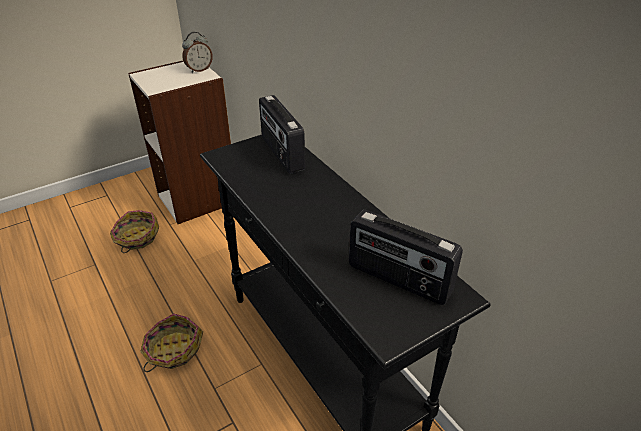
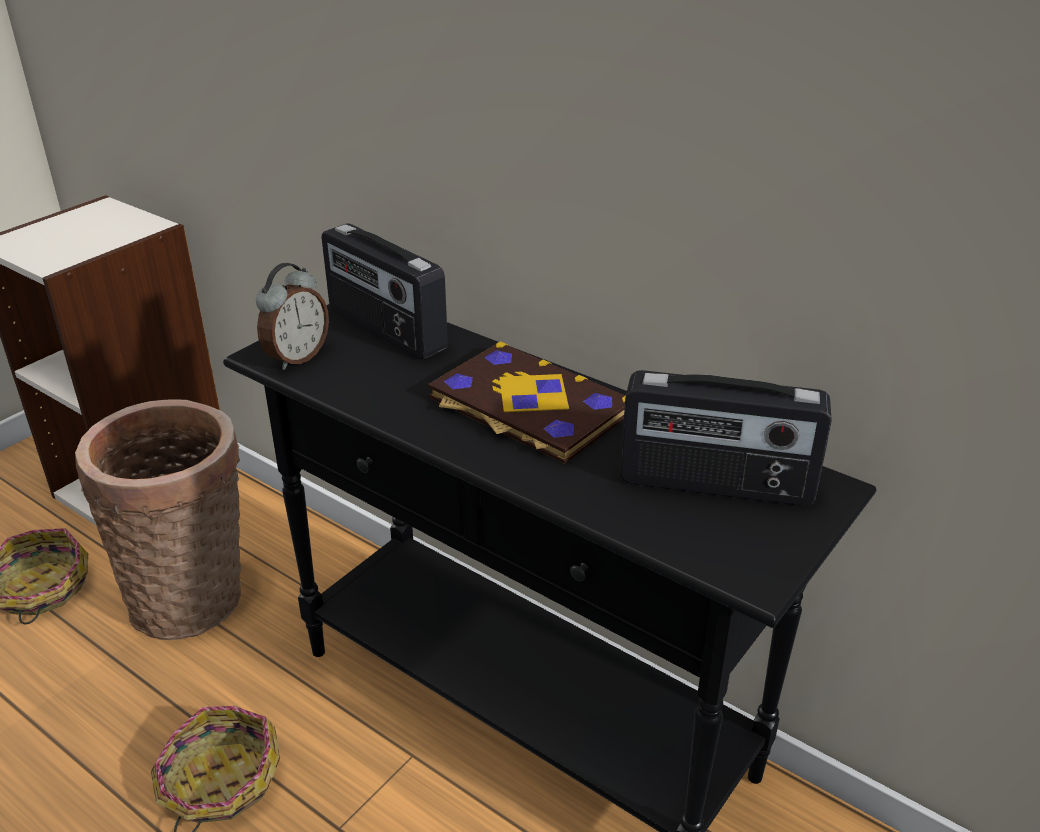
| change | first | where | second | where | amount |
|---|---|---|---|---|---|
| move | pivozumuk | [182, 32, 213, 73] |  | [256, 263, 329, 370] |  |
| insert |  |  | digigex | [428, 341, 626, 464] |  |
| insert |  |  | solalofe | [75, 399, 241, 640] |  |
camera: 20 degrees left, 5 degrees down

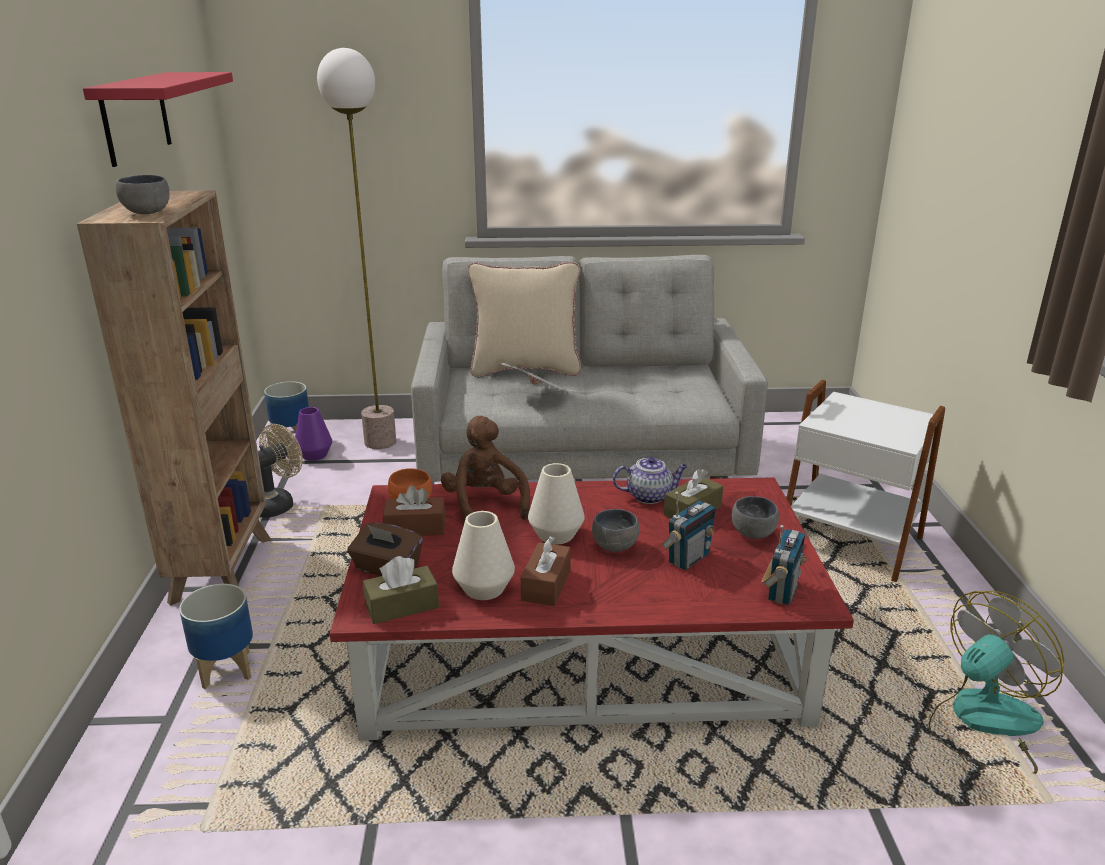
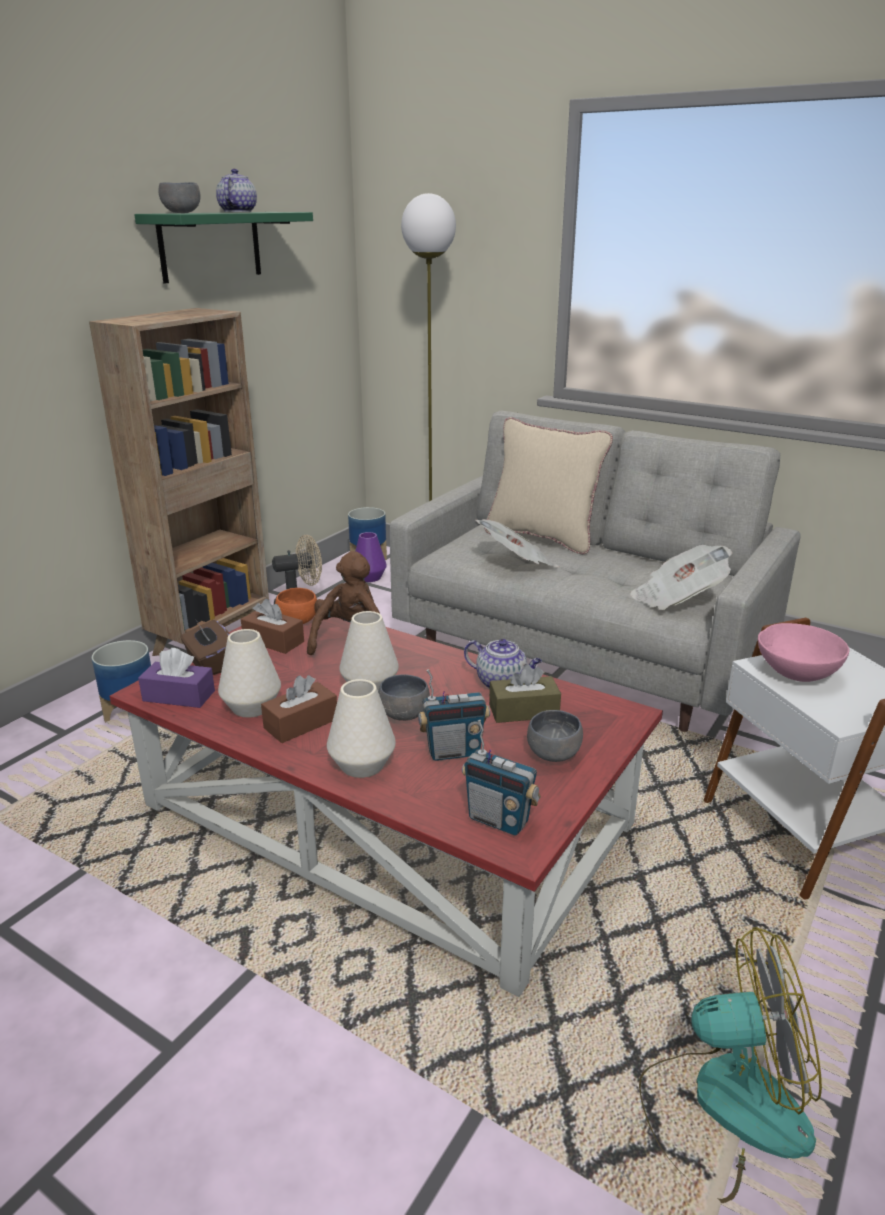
| change | first | where | second | where | amount |
|---|---|---|---|---|---|
| recolor | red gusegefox | [83, 72, 233, 167] | green gusegefox | [134, 212, 313, 283] |  |
| move | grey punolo | [116, 175, 170, 214] |  | [158, 182, 201, 213] |  |
| rotate | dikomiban | [761, 525, 807, 605] |  | [462, 720, 541, 836] | 60 degrees clockwise |
| recolor | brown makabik | [363, 556, 439, 624] | purple makabik | [138, 648, 215, 708] |  |
| insert |  |  | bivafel | [216, 169, 257, 212] |  |
| insert |  |  | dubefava | [630, 545, 733, 610] |  |
| insert |  |  | pink punolo | [758, 623, 849, 682] |  |
| insert |  |  | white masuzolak | [327, 679, 396, 778] |  |
camera: 35 degrees right, 0 degrees up

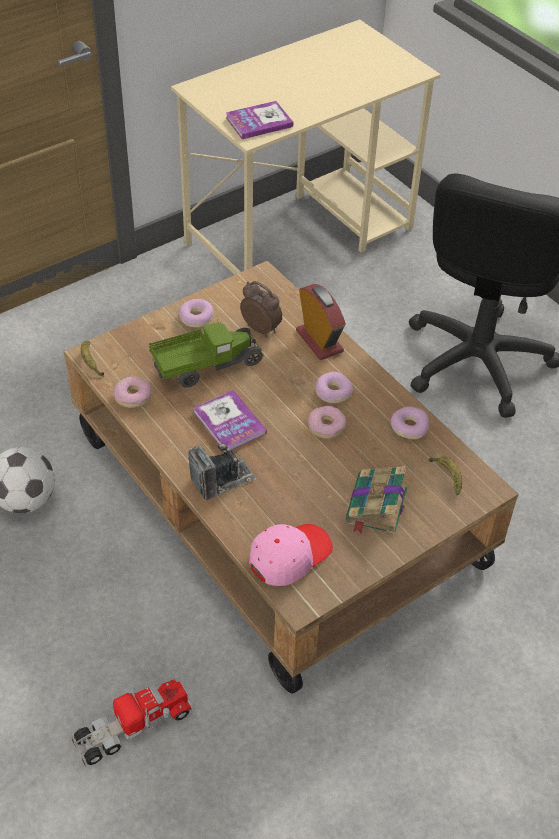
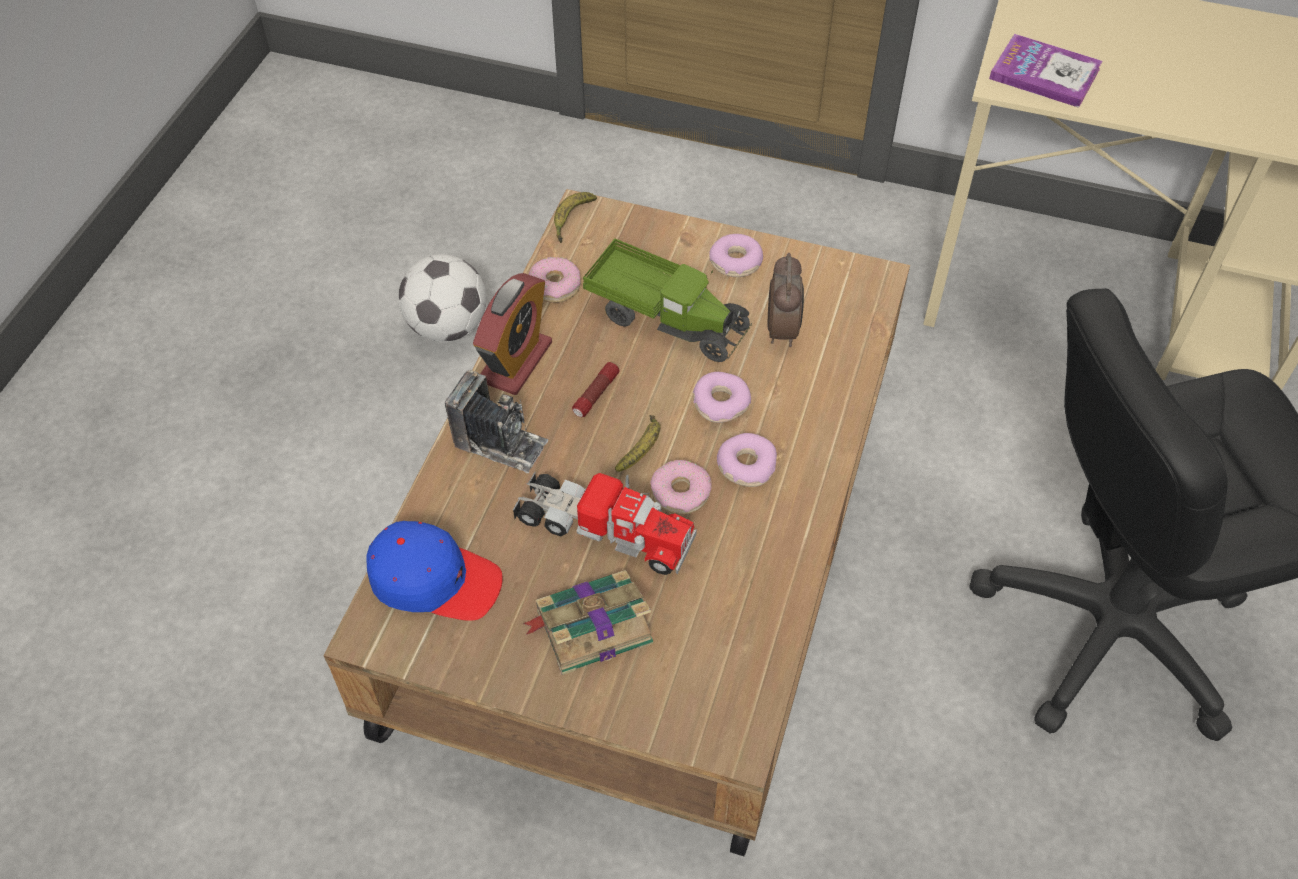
| change | first | where | second | where | amount |
|---|---|---|---|---|---|
| move | pivozumuk | [296, 284, 346, 360] |  | [473, 273, 552, 395] |  |
| replace | digigex | [193, 390, 267, 451] | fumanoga | [572, 362, 619, 417] |  |
| move | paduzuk | [390, 406, 429, 439] |  | [693, 372, 751, 423] |  |
| move | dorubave | [429, 457, 462, 495] |  | [615, 415, 661, 472] |  |
| recolor | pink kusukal | [249, 524, 333, 586] | blue kusukal | [366, 521, 503, 621] |  |
| move | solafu | [71, 680, 193, 767] |  | [513, 472, 697, 575] |  |
camera: 55 degrees right, 5 degrees up

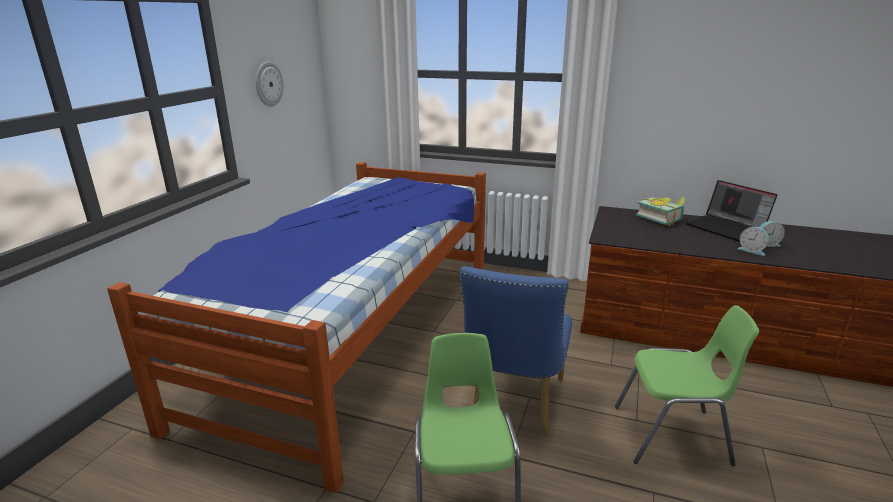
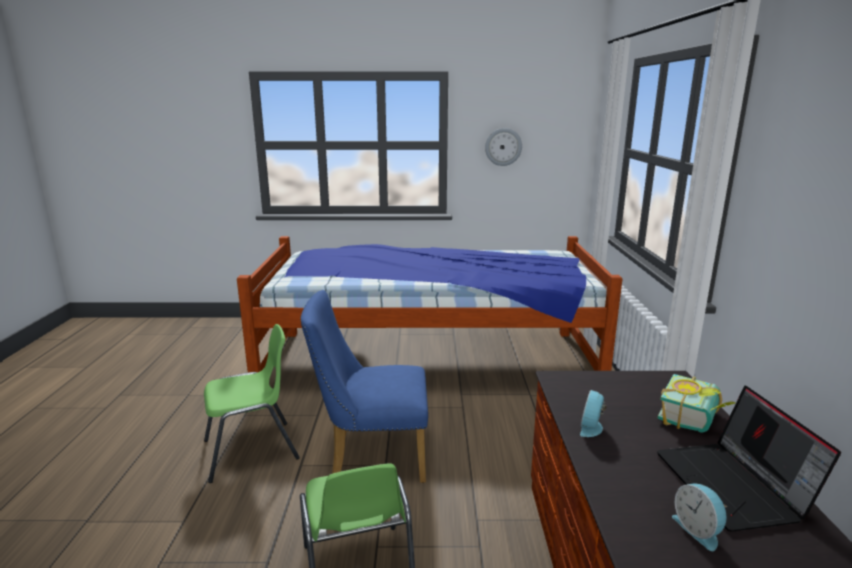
| change | first | where | second | where | amount |
|---|---|---|---|---|---|
| rotate | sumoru | [685, 180, 778, 242] |  | [657, 386, 841, 532] | 45 degrees counterclockwise |
| move | pivozumuk | [737, 227, 769, 256] |  | [580, 390, 606, 437] |  |
camera: 70 degrees right, 5 degrees down

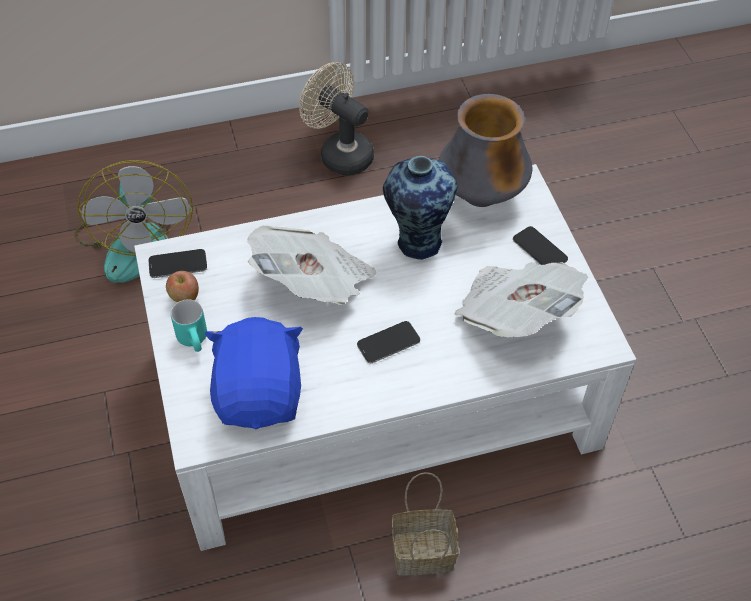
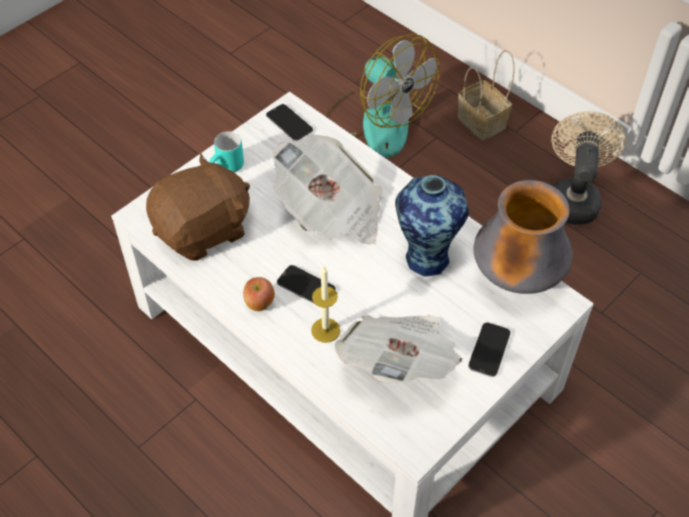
| change | first | where | second | where | amount |
|---|---|---|---|---|---|
| rotate | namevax | [74, 160, 193, 283] |  | [325, 34, 440, 157] | 90 degrees counterclockwise |
| move | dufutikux | [166, 271, 199, 302] |  | [243, 277, 275, 311] |  |
| recolor | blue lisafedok | [204, 317, 303, 430] | brown lisafedok | [146, 153, 250, 261] |  |
| move | solalofe | [392, 472, 459, 576] |  | [458, 50, 515, 140] |  |
| insert |  |  | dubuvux | [311, 266, 340, 343] |  |
camera: 60 degrees right, 0 degrees up

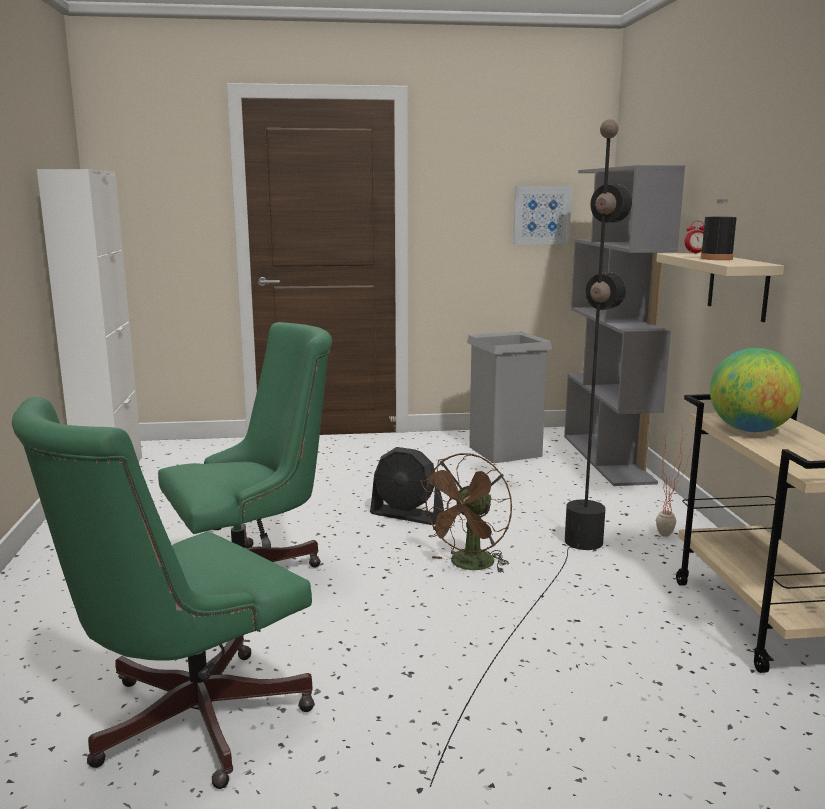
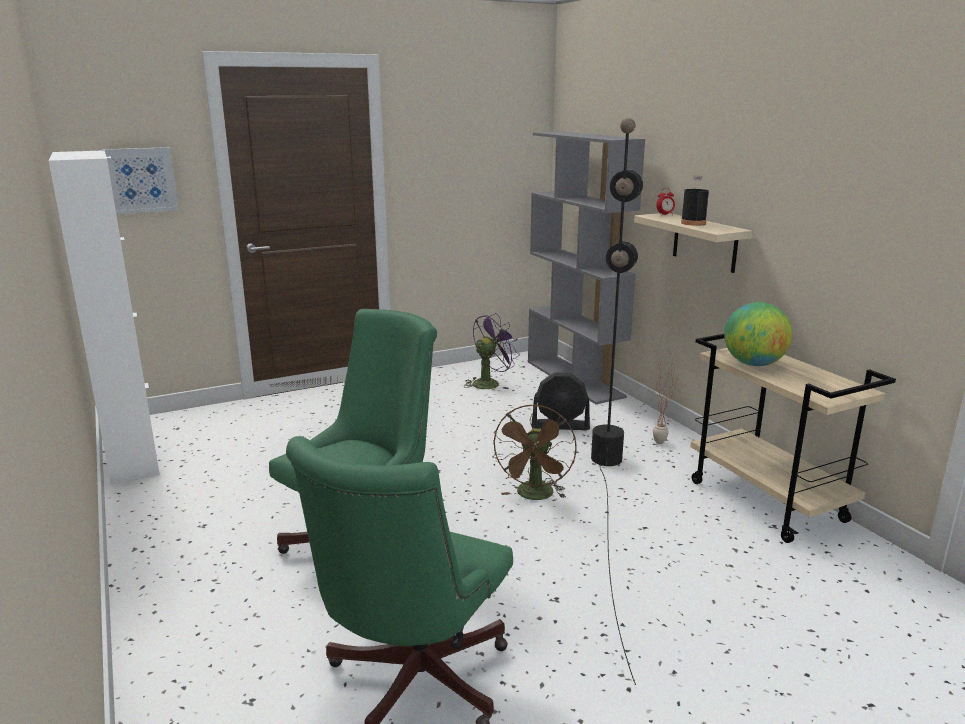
| change | first | where | second | where | amount |
|---|---|---|---|---|---|
| move | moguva | [513, 186, 572, 245] |  | [101, 147, 179, 214] |  |
| replace | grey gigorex | [467, 331, 552, 463] | purple namevax | [465, 313, 520, 389] |  |
| move | black namevax | [370, 447, 444, 525] |  | [532, 372, 590, 430] |  |
camera: 20 degrees left, 5 degrees up

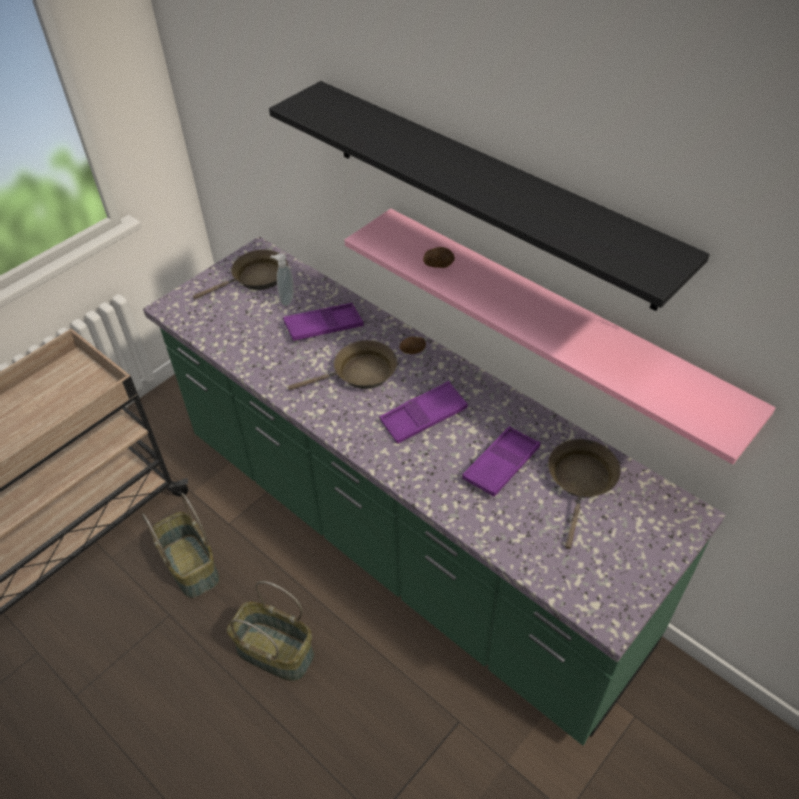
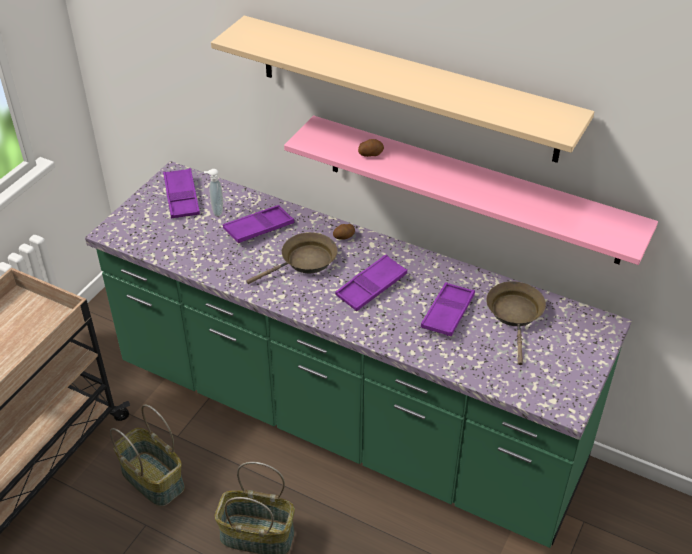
| change | first | where | second | where | amount |
|---|---|---|---|---|---|
| recolor | black gusegefox | [269, 81, 710, 311] | beige gusegefox | [211, 16, 594, 163] |  |
| replace | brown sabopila | [193, 250, 288, 300] | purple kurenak | [163, 168, 200, 219] |  |
camera: 15 degrees left, 5 degrees down

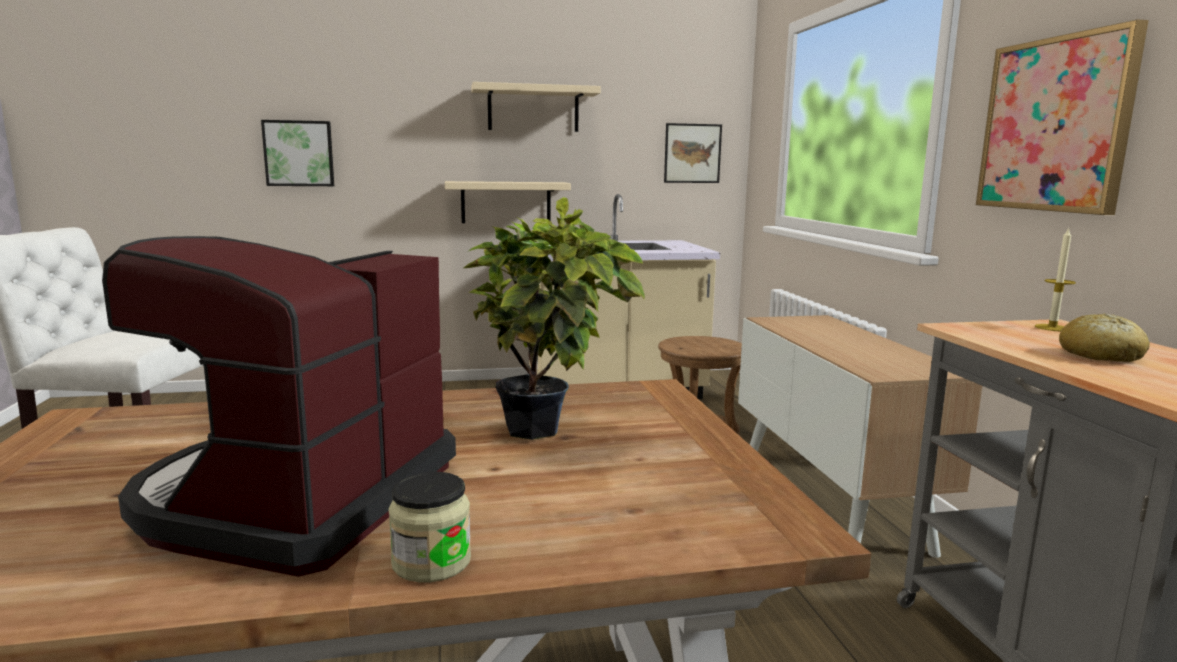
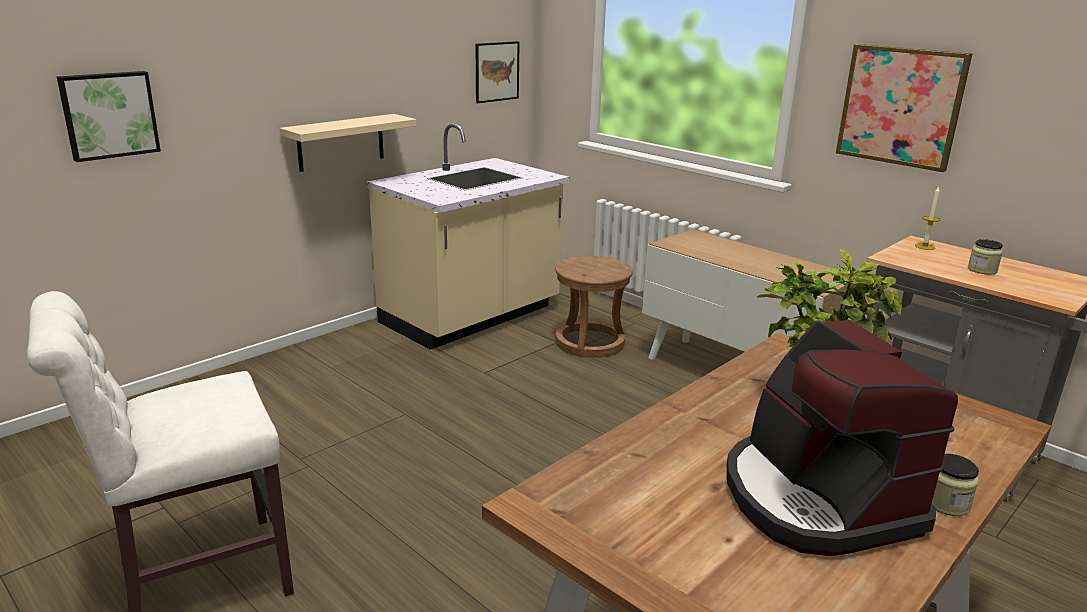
| change | first | where | second | where | amount |
|---|---|---|---|---|---|
| delete | beige gusegefox | [471, 82, 601, 132] |  |  |  |
| replace | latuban | [1059, 313, 1150, 362] | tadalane | [968, 239, 1003, 275] |  |
camera: 35 degrees left, 10 degrees up

